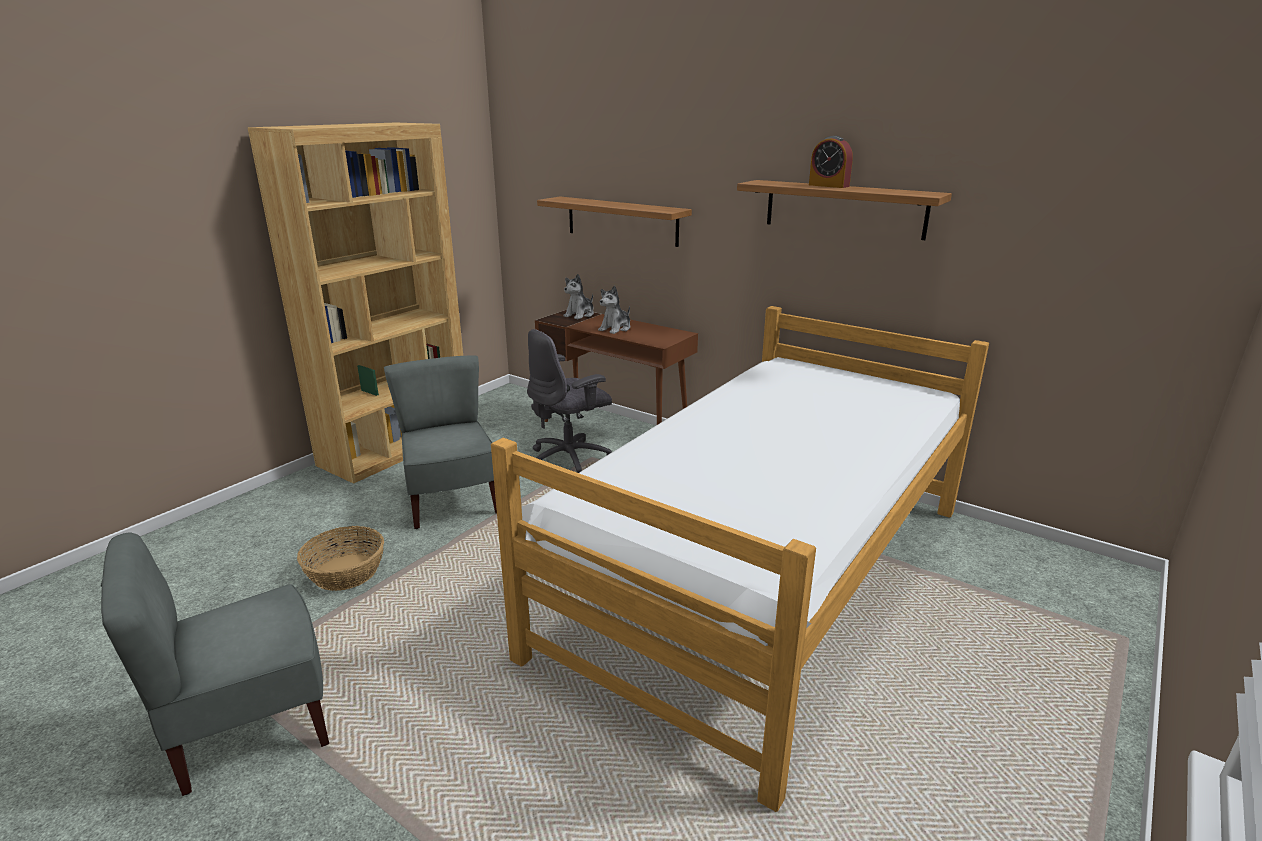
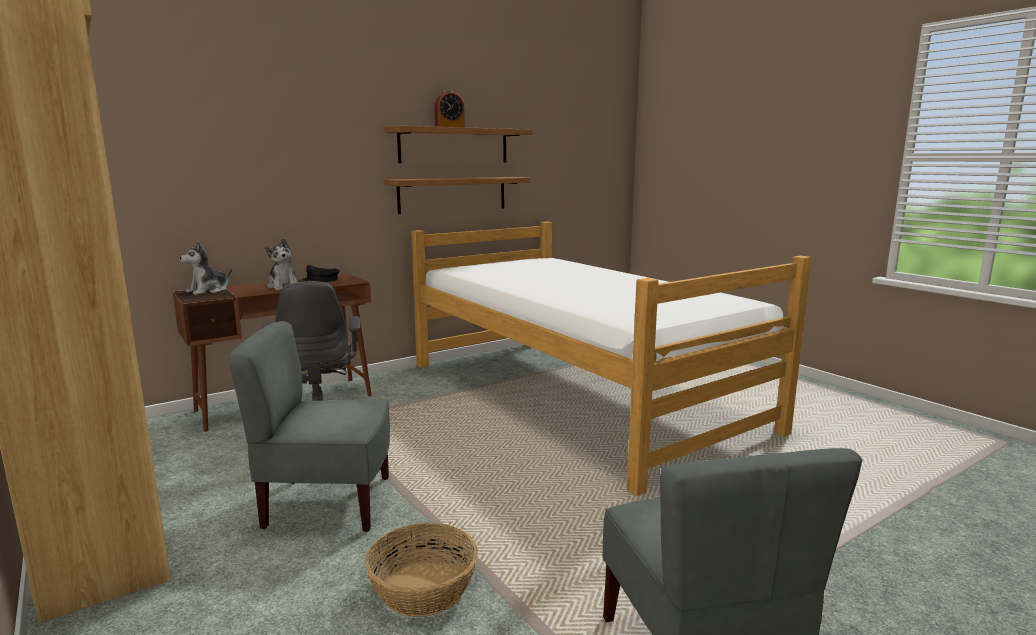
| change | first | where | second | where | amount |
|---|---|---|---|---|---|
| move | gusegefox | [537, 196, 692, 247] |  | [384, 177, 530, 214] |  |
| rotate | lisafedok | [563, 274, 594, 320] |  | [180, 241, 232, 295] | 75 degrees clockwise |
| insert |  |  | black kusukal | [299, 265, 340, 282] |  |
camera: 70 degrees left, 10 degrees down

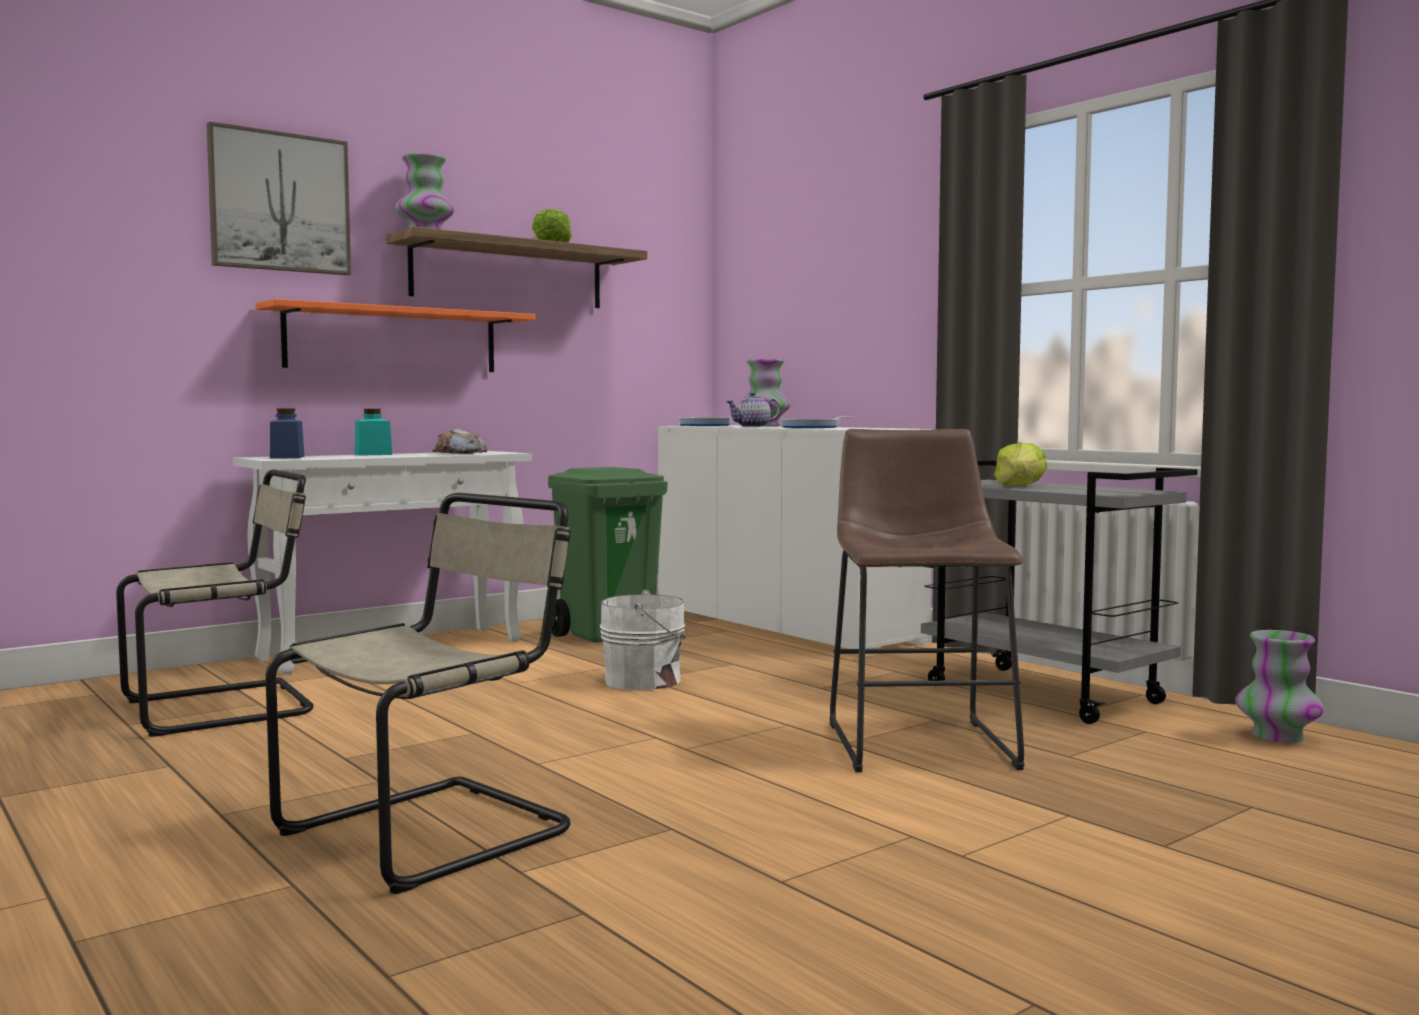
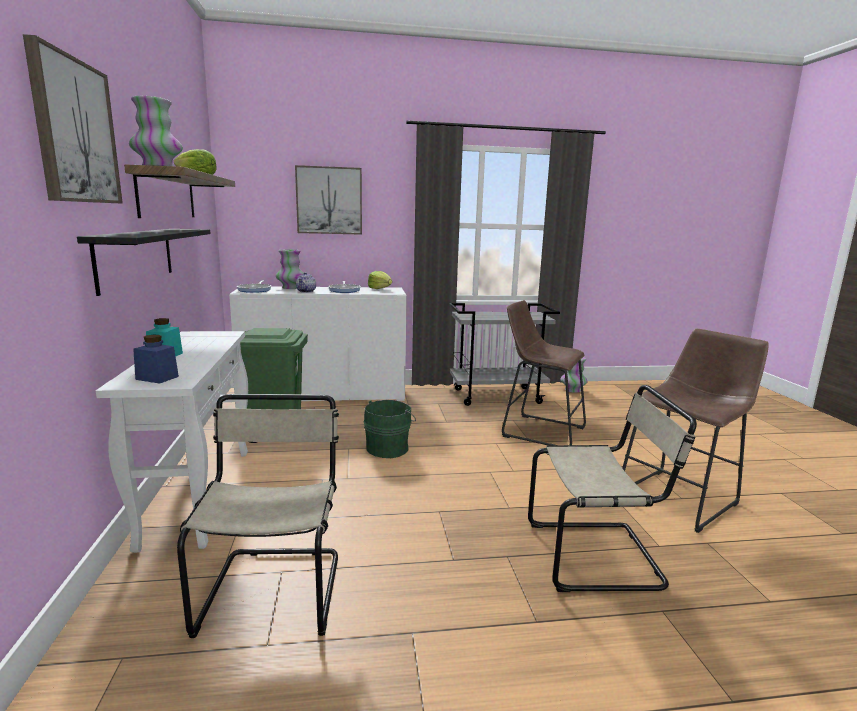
| change | first | where | second | where | amount |
|---|---|---|---|---|---|
| recolor | orange gusegefox | [256, 299, 536, 372] | black gusegefox | [77, 229, 211, 296] |  |
| delete | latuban | [433, 428, 487, 454] |  |  |  |
| move | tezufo | [994, 443, 1047, 486] |  | [368, 271, 392, 289] |  |
| rotate | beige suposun | [265, 493, 571, 894] |  | [528, 385, 697, 592] | 105 degrees clockwise |
| recolor | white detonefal | [600, 590, 687, 690] | green detonefal | [363, 400, 416, 458] |  |
| insert |  |  | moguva | [295, 165, 362, 235] |  |
| insert |  |  | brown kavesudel | [622, 329, 769, 533] |  |
camera: 60 degrees left, 10 degrees up

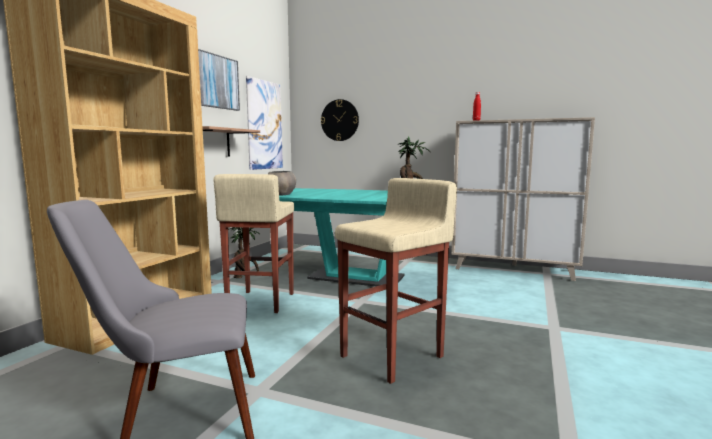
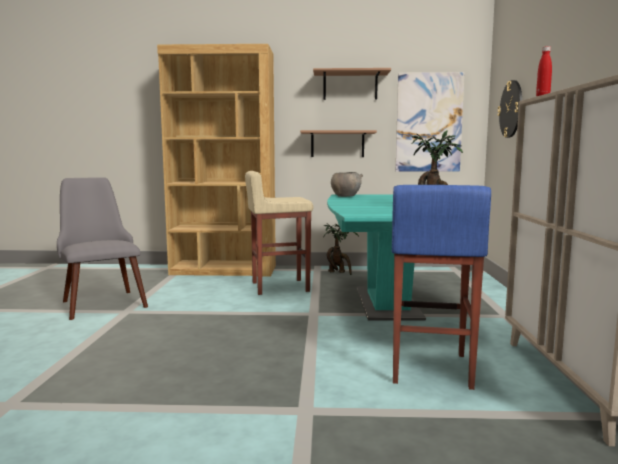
| change | first | where | second | where | amount |
|---|---|---|---|---|---|
| replace | moguva | [198, 49, 240, 111] | gusegefox | [313, 68, 391, 100] |  |
| delete | beige kavesudel | [335, 178, 457, 384] |  |  |  |
| insert |  |  | blue kavesudel | [392, 185, 491, 390] |  |
camera: 70 degrees right, 0 degrees up

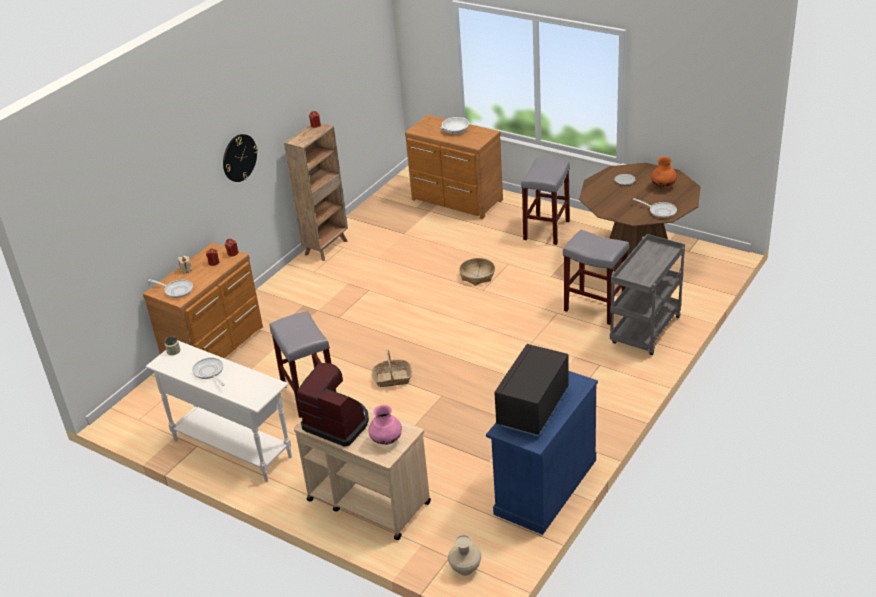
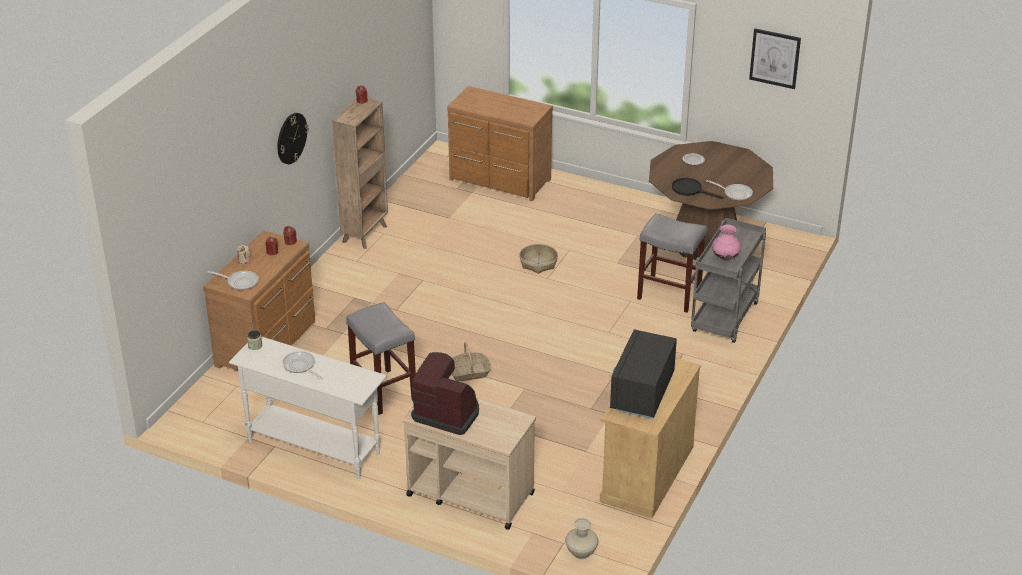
| change | first | where | second | where | amount |
|---|---|---|---|---|---|
| delete | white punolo | [440, 117, 469, 134] |  |  |  |
| delete | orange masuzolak | [651, 157, 677, 188] |  |  |  |
| delete | grey kavesudel | [521, 158, 570, 245] |  |  |  |
| recolor | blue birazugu | [486, 371, 598, 535] | beige birazugu | [600, 358, 701, 519] |  |
| move | pink masuzolak | [368, 405, 402, 445] |  | [712, 225, 741, 260] |  |
| insert |  |  | moguva | [749, 28, 801, 89] |  |
| insert |  |  | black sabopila | [672, 178, 723, 199] |  |
camera: 10 degrees left, 0 degrees up

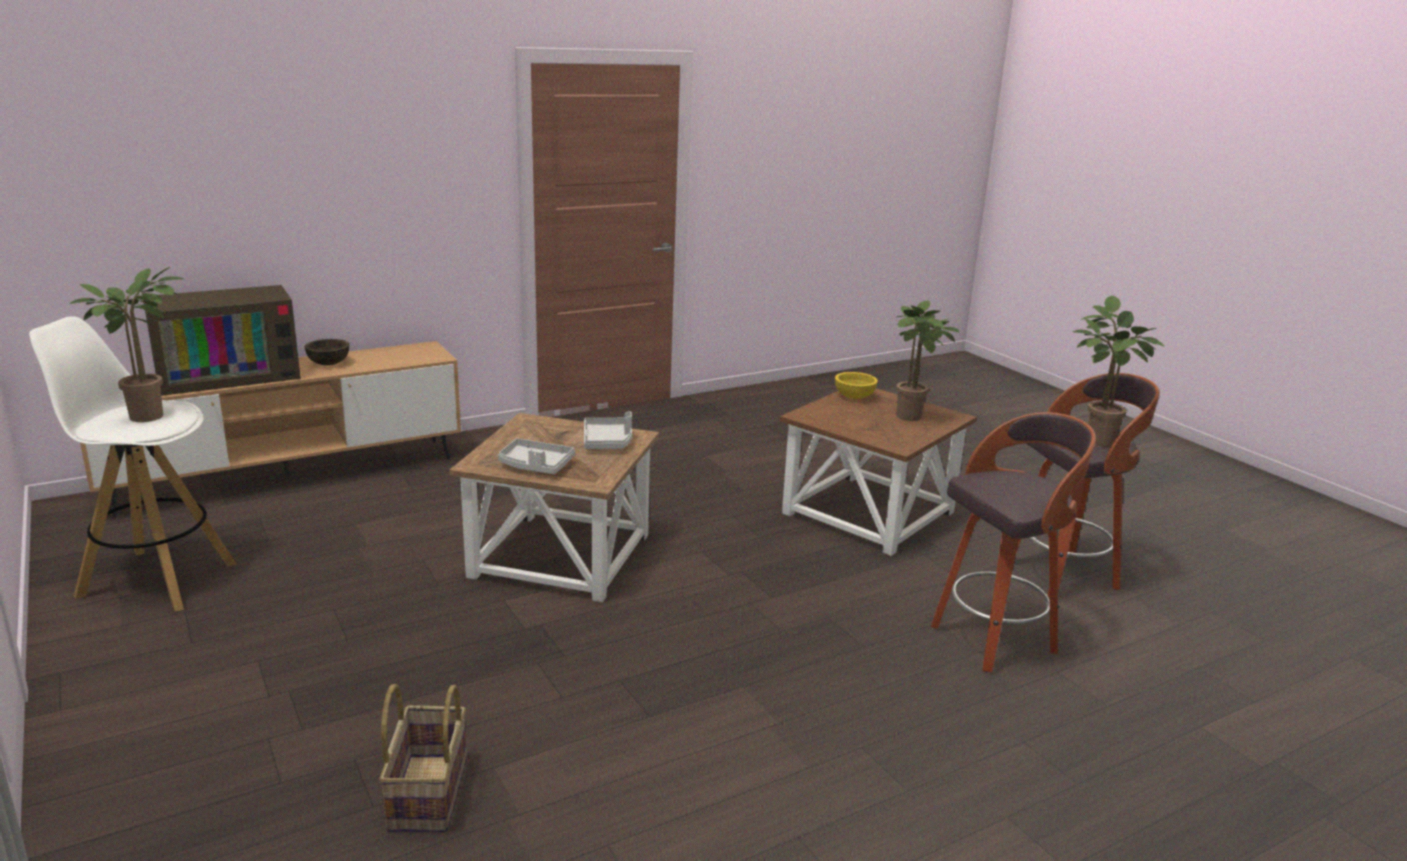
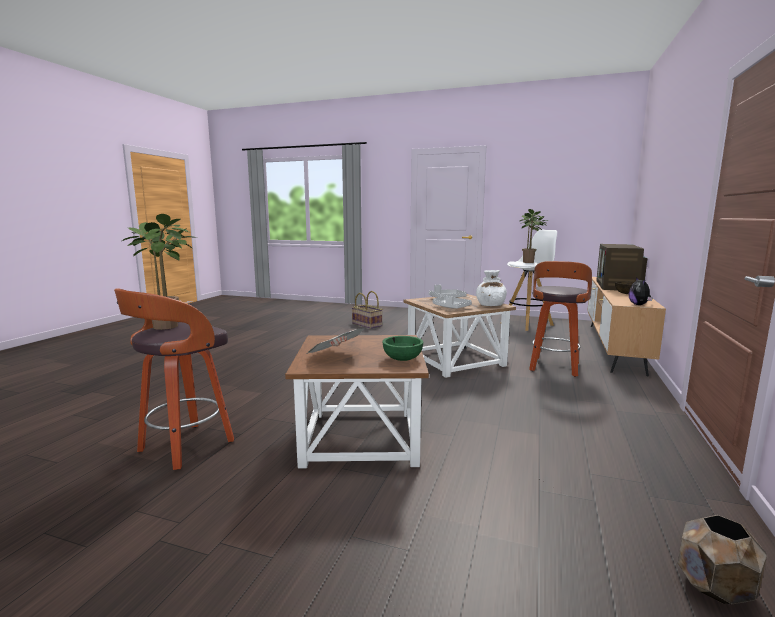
| change | first | where | second | where | amount |
|---|---|---|---|---|---|
| replace | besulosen | [896, 301, 959, 421] | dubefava | [306, 328, 364, 354] |  |
| recolor | yellow punolo | [835, 372, 878, 399] | green punolo | [382, 336, 423, 361] |  |
| move | kavesudel | [931, 412, 1096, 673] |  | [529, 261, 592, 377] |  |
| insert |  |  | white masuzolak | [476, 270, 507, 306] |  |
| insert |  |  | lisafedok | [629, 277, 652, 305] |  |
| insert |  |  | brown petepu | [678, 515, 767, 604] |  |
camera: 140 degrees right, 10 degrees down

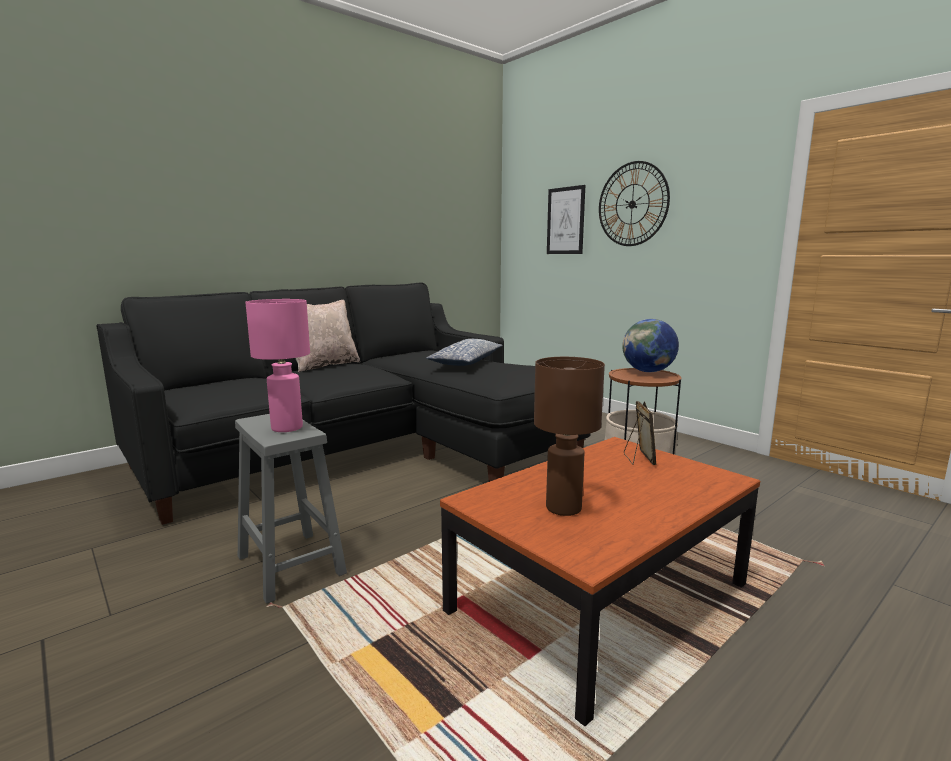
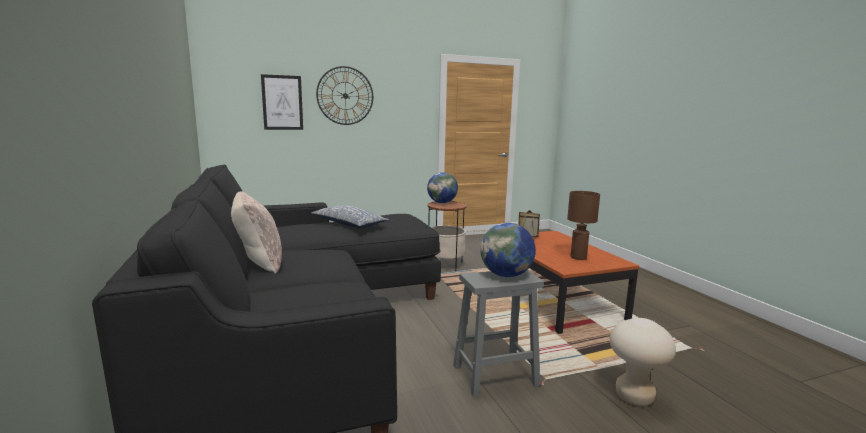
| change | first | where | second | where | amount |
|---|---|---|---|---|---|
| replace | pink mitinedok | [245, 299, 310, 432] | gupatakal | [480, 223, 536, 277] |  |
| insert |  |  | beige kavesudel | [610, 318, 676, 406] |  |
camera: 70 degrees left, 0 degrees up

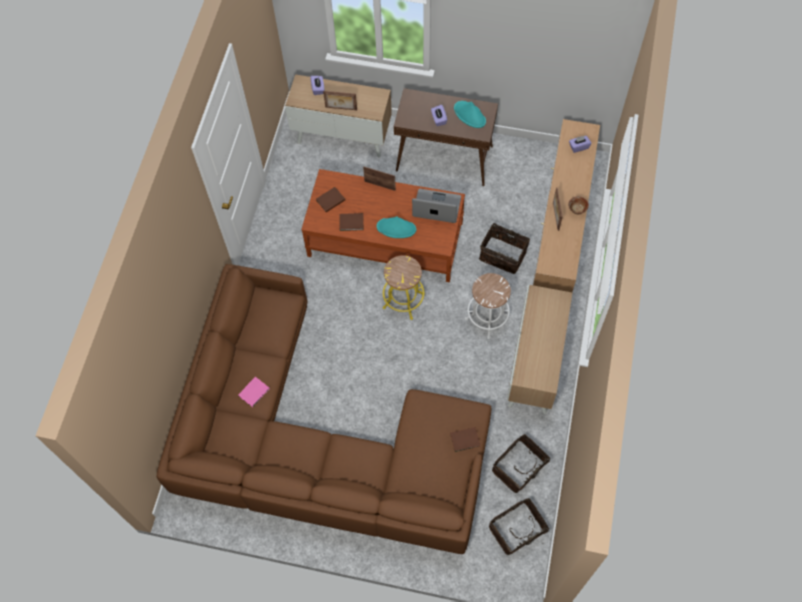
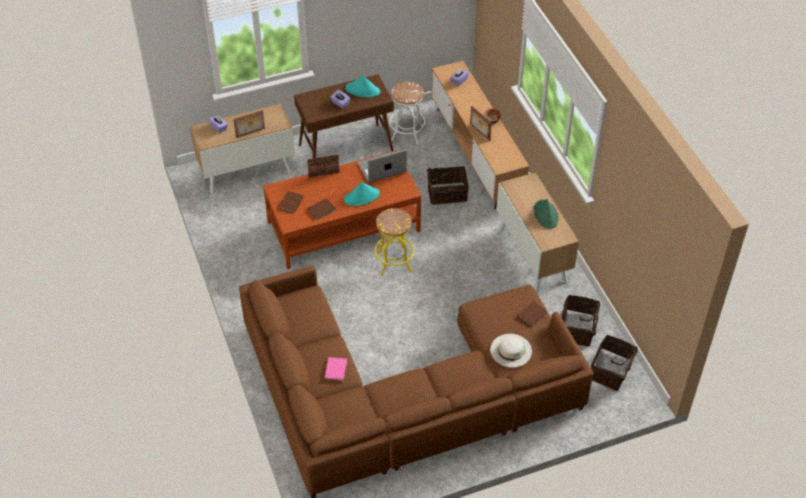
| change | first | where | second | where | amount |
|---|---|---|---|---|---|
| move | white kavesudel | [465, 273, 511, 339] |  | [389, 81, 425, 145] |  |
| insert |  |  | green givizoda | [534, 199, 558, 229] |  |
| insert |  |  | white givizoda | [490, 334, 532, 368] |  |
camera: 35 degrees left, 15 degrees down

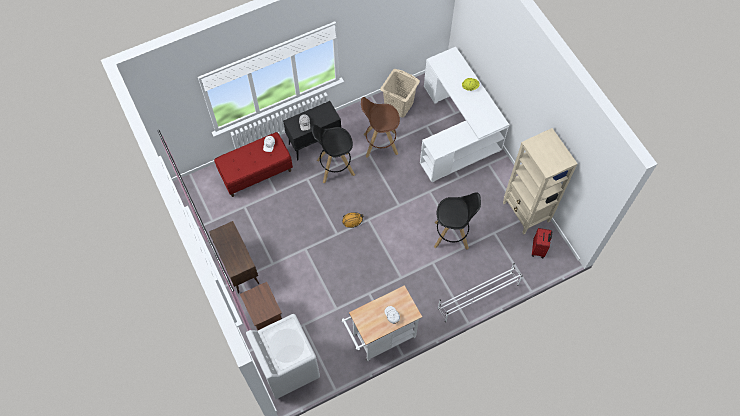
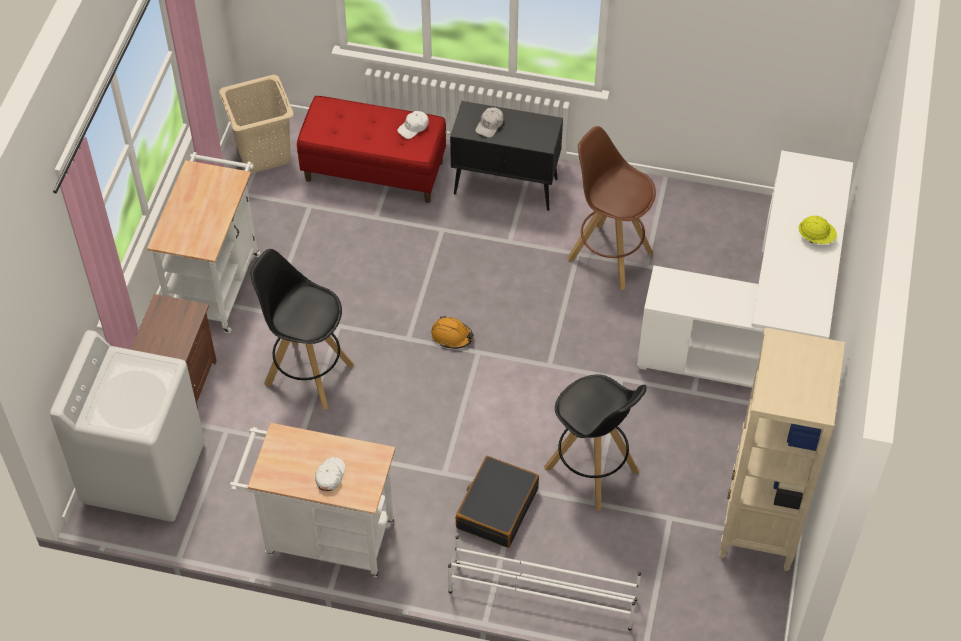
| change | first | where | second | where | amount |
|---|---|---|---|---|---|
| move | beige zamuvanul | [380, 69, 420, 118] |  | [219, 75, 294, 173] |  |
| move | black kavesudel | [311, 124, 355, 183] |  | [250, 249, 354, 410] |  |
| replace | brown birazugu | [209, 221, 259, 294] | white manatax | [147, 152, 261, 333] |  |
| delete | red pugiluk | [532, 228, 552, 258] |  |  |  |
| insert |  |  | black pugiluk | [456, 456, 539, 548] |  |
camera: 40 degrees right, 10 degrees down

